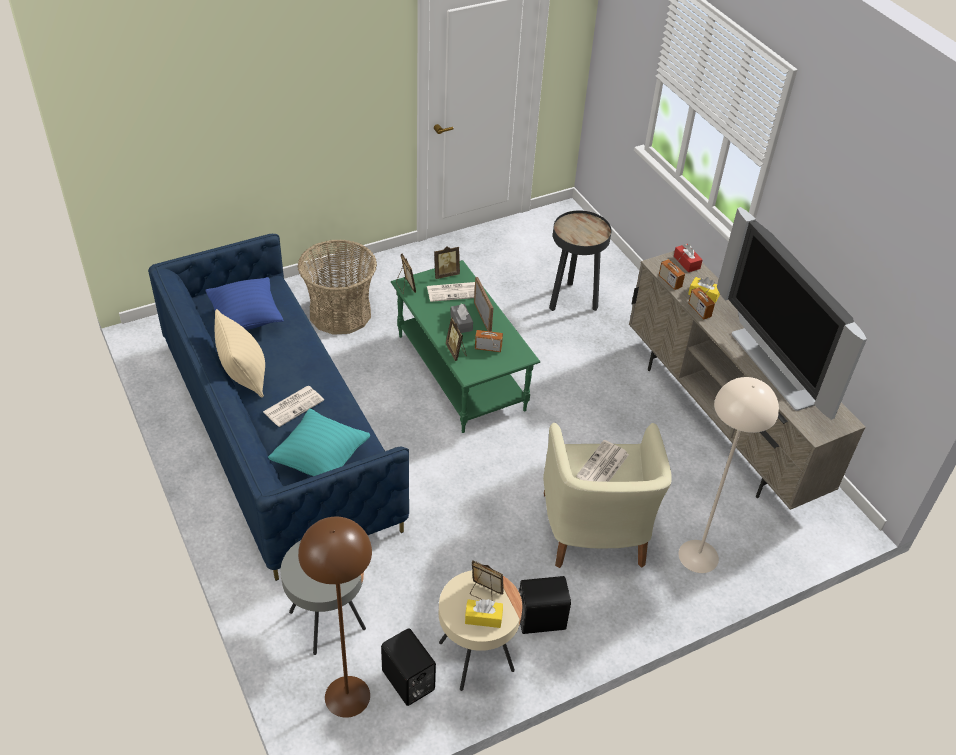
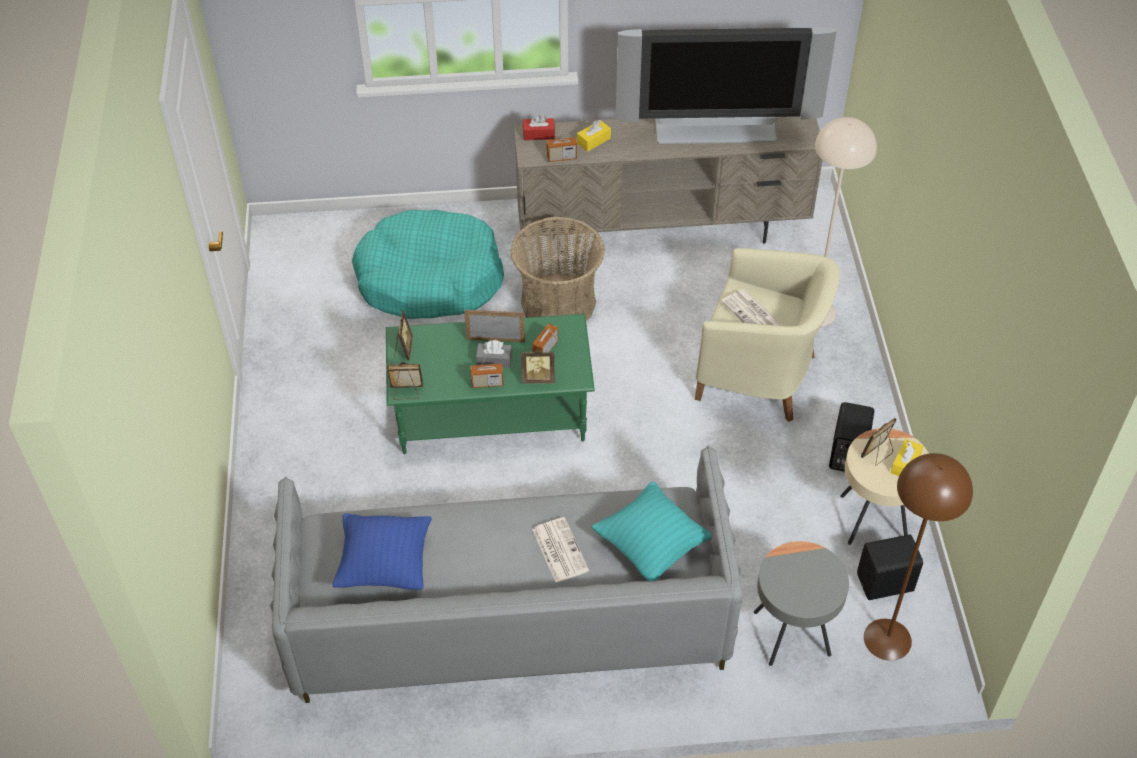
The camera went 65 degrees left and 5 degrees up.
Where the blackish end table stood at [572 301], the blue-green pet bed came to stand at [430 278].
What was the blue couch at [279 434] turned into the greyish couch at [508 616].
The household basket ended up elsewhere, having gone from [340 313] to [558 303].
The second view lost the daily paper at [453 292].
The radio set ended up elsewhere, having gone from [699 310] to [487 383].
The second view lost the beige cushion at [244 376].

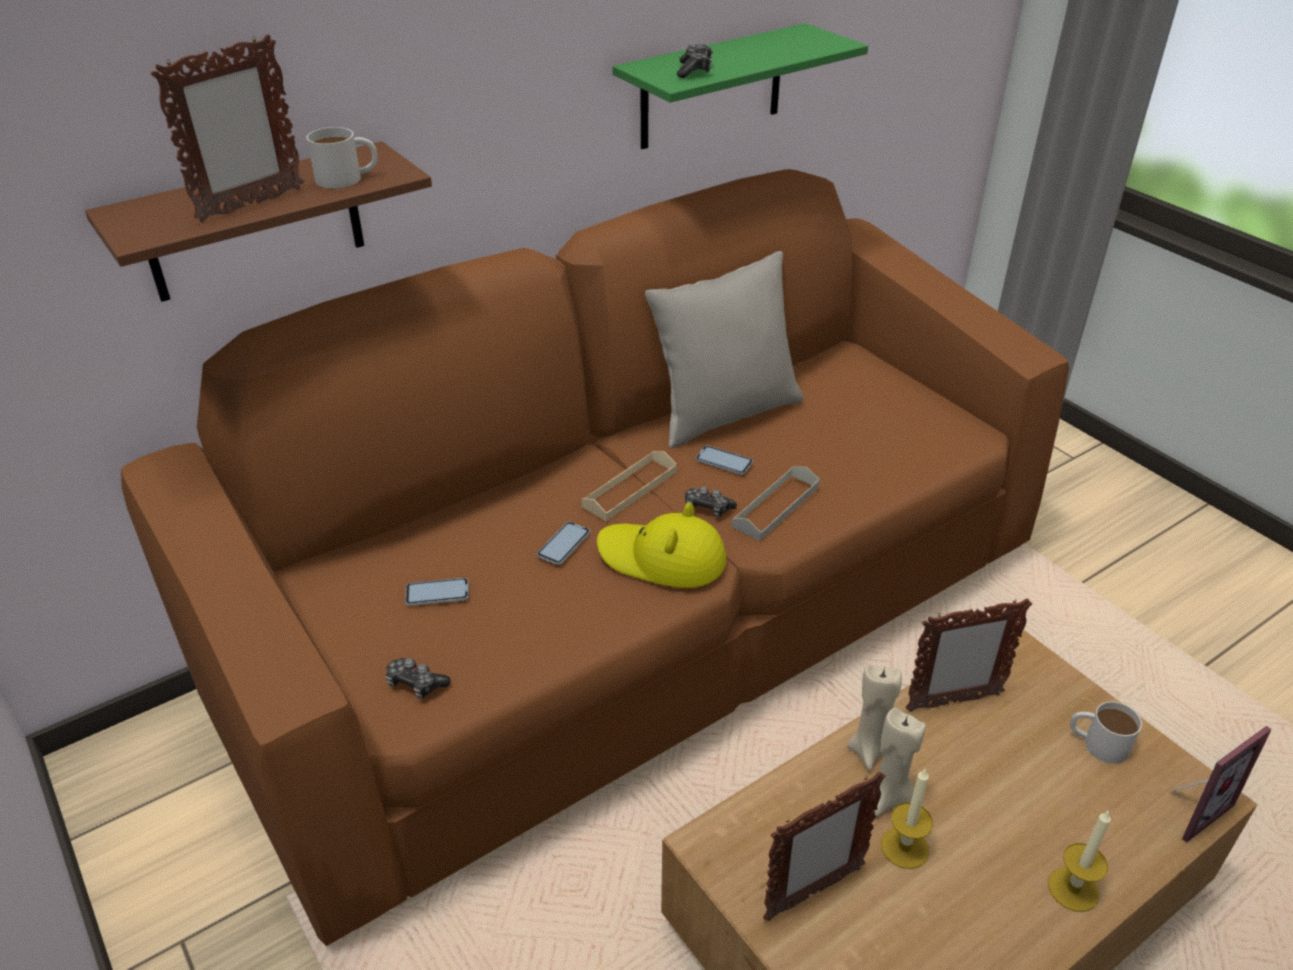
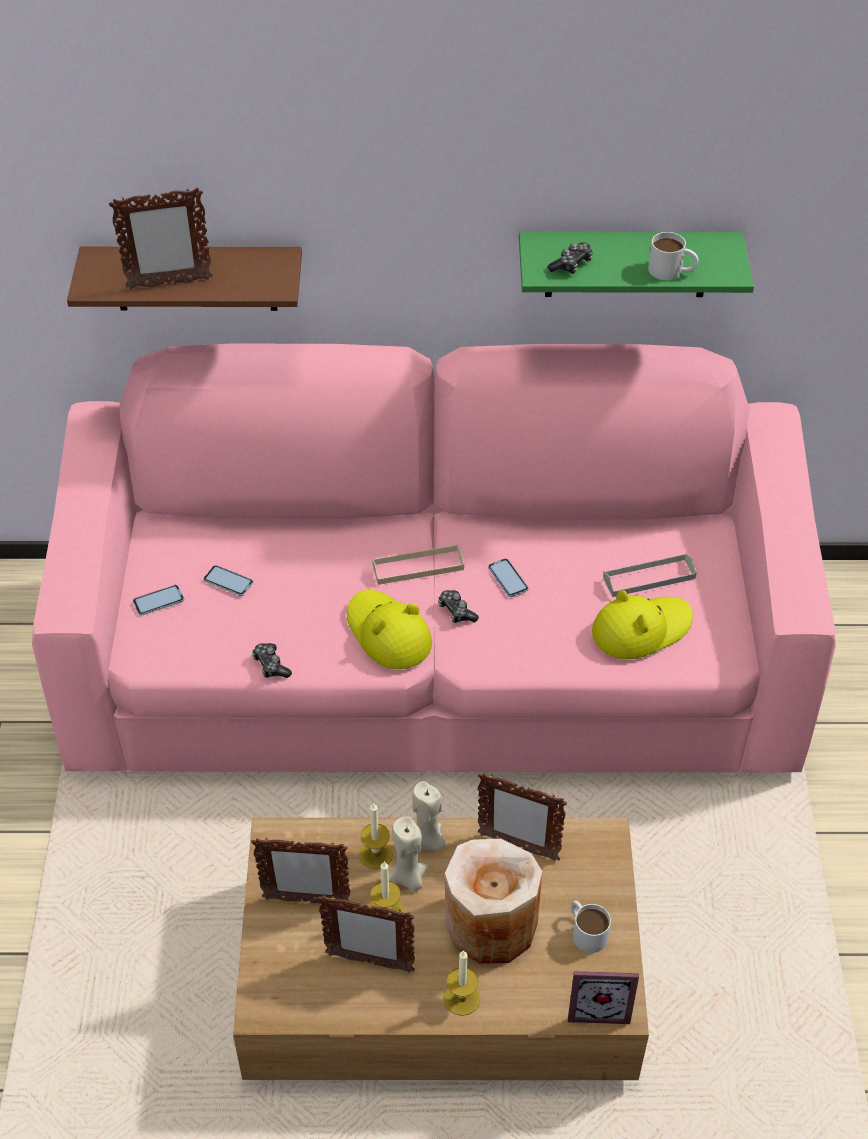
The camera went 35 degrees right and 10 degrees up.
The whitish tea mug ended up elsewhere, having gone from [348 178] to [672 271].
What was the brown couch at [644 619] turned into the pinkish couch at [433 668].
The second view lost the greyish cushion at [724 413].
The greyish tray ended up elsewhere, having gone from [776 506] to [649 578].
The telephone ended up elsewhere, having gone from [564 544] to [158 601].
The gamepad ended up elsewhere, having gone from [416 683] to [271 665].
The second view gained the yellow hat at [640 629].
The second view gained the wax light at [375 854].
The second view gained the beige vase at [490 925].
The second view gained the picture frame at [369 962].

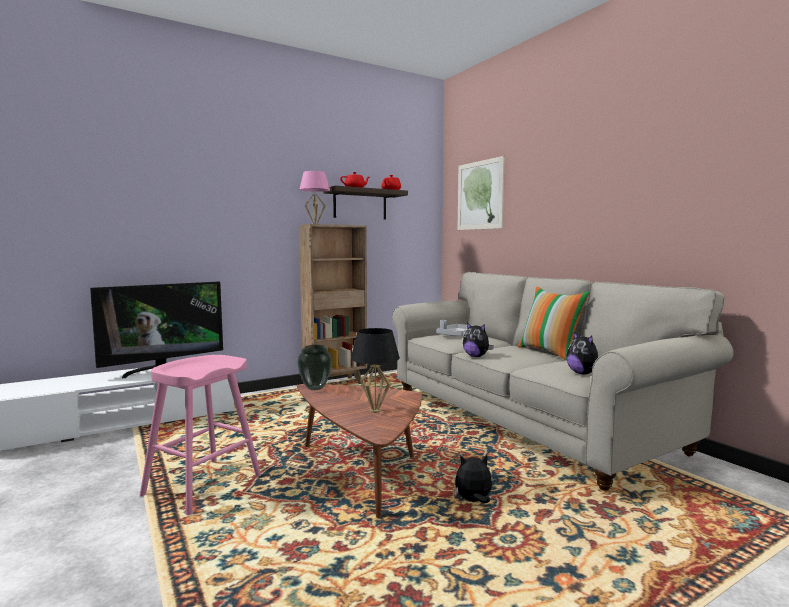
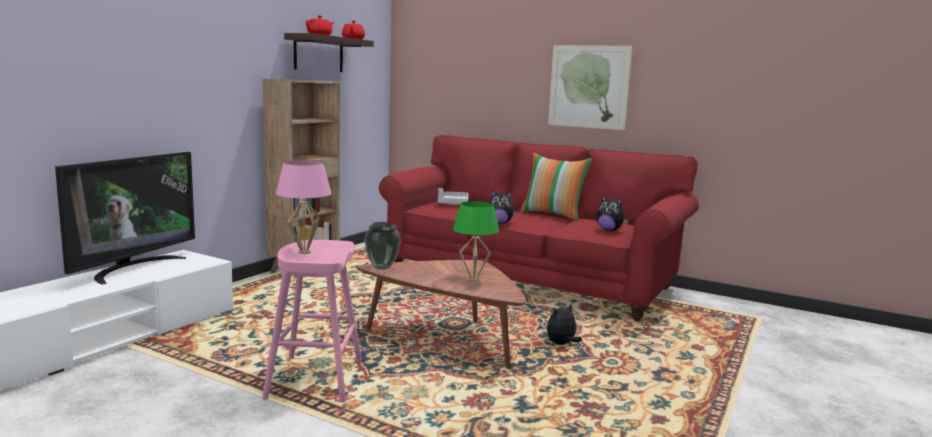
The camera went 30 degrees left and 5 degrees up.
The wall picture ended up elsewhere, having gone from [480 195] to [588 87].
The pinkish lamp for a table ended up elsewhere, having gone from [315 224] to [304 252].
What was the beige couch at [524 420] turned into the red-coloured couch at [529 279].
What was the blackish lamp for a table at [375 411] turned into the green-coloured lamp for a table at [474 279].

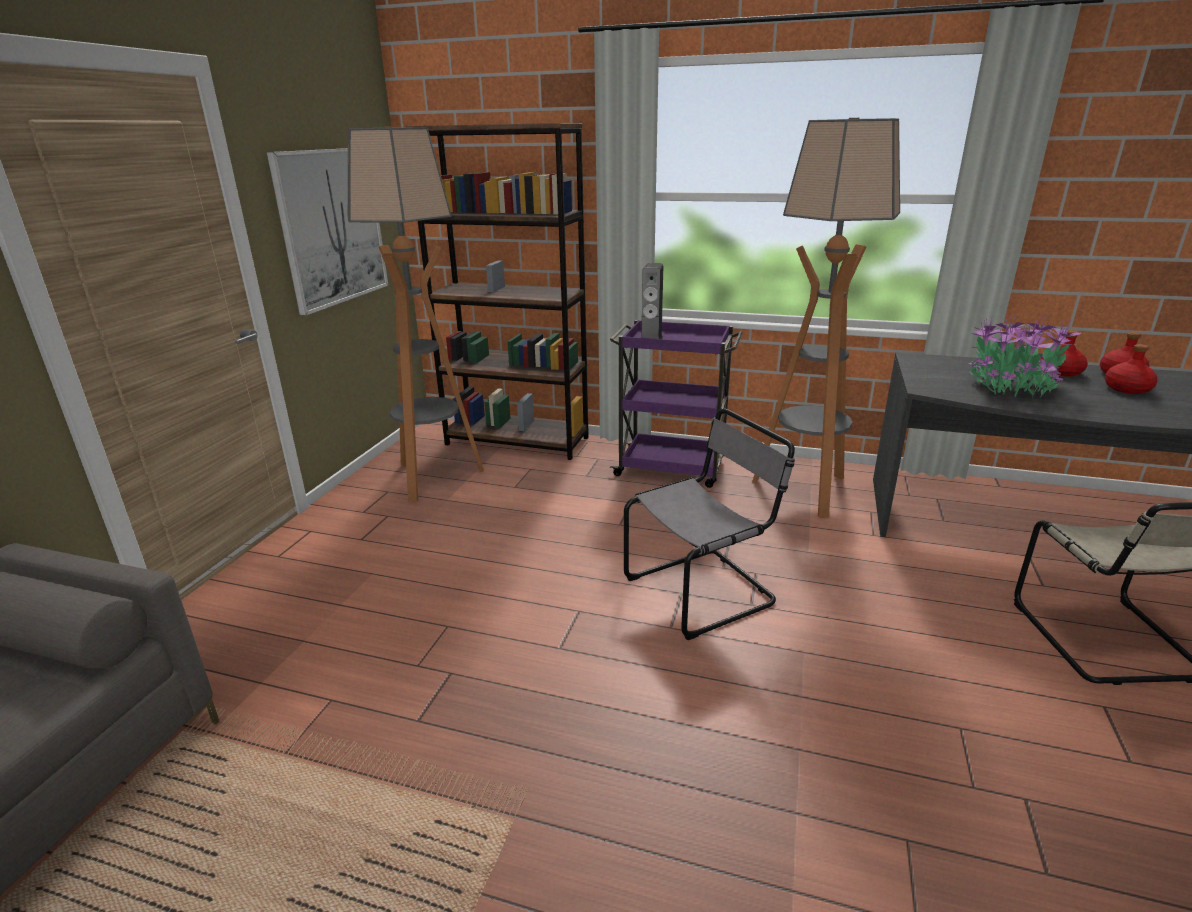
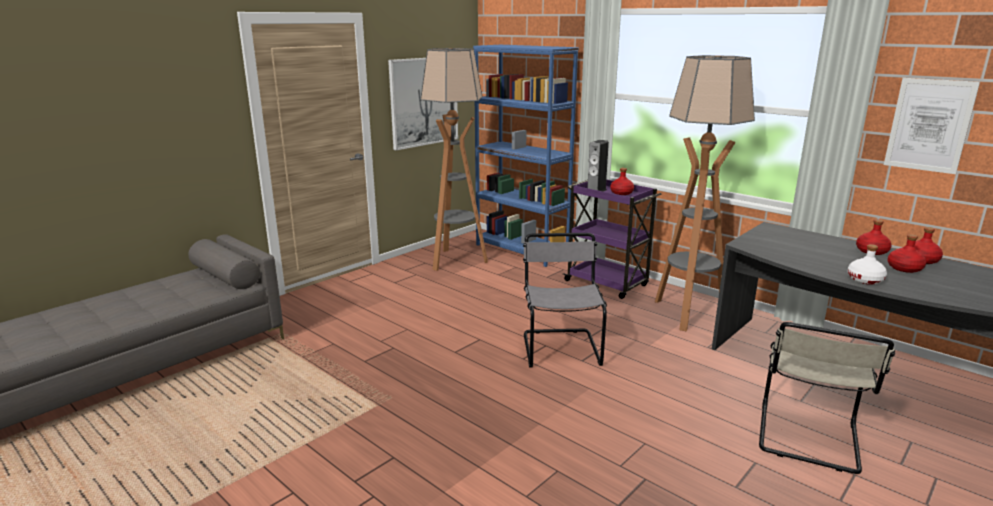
The camera went 25 degrees right and 5 degrees down.
What was the brown bookcase at [517 441] turned into the blue bookcase at [521 250].
The second view lost the plant in a pot at [1011 386].
The greyish upright chair at [704 590] ended up facing another way, 90 degrees counterclockwise from before.
The second view gained the wall picture at [929 125].
The second view gained the red-coloured bottle at [622 193].
The second view gained the whitish bottle at [865 280].

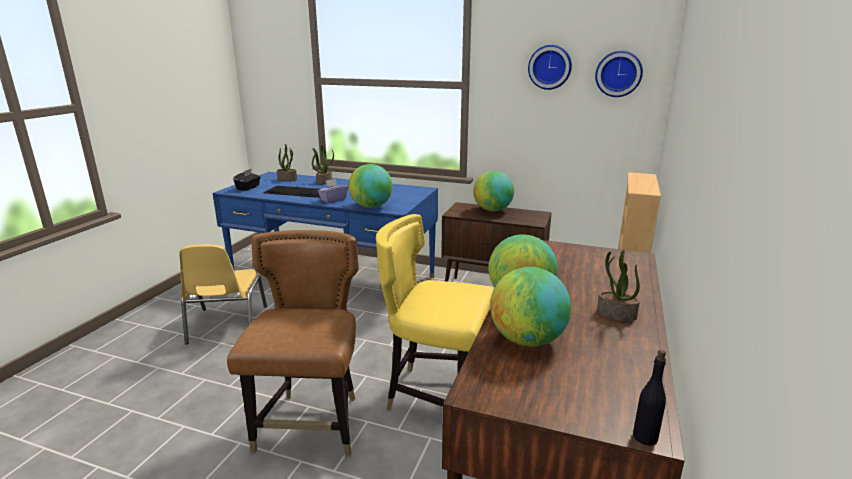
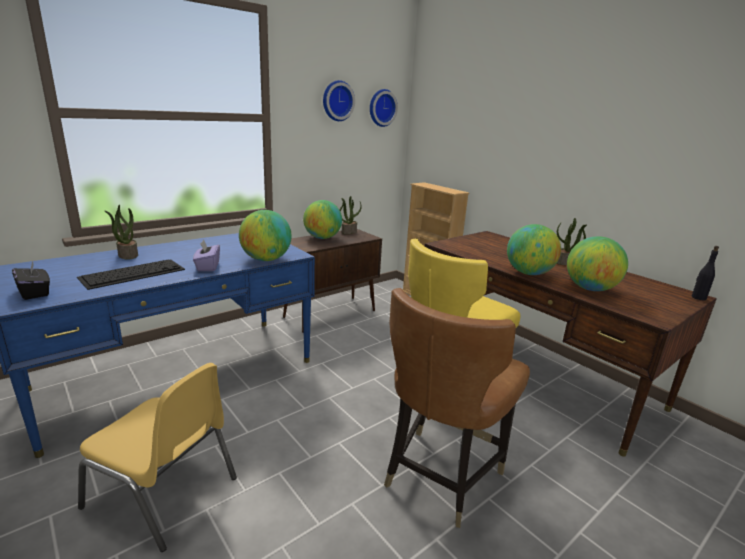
The camera went 60 degrees left and 0 degrees up.
The plant in a pot ended up elsewhere, having gone from [287 179] to [349 232].
The brown upright chair at [311 425] ended up facing another way, 90 degrees counterclockwise from before.

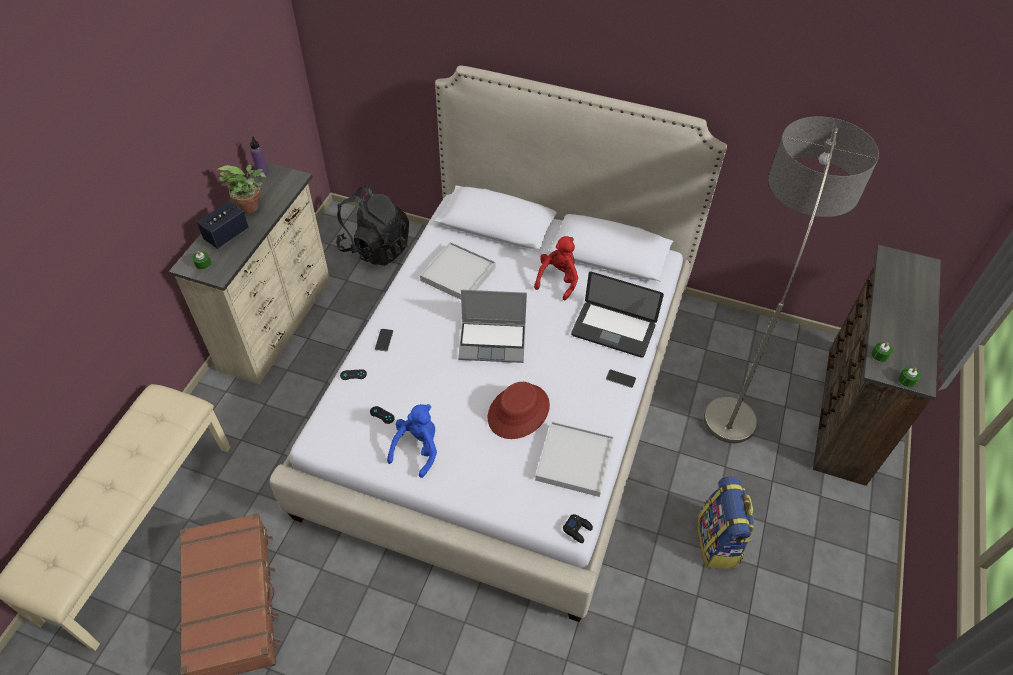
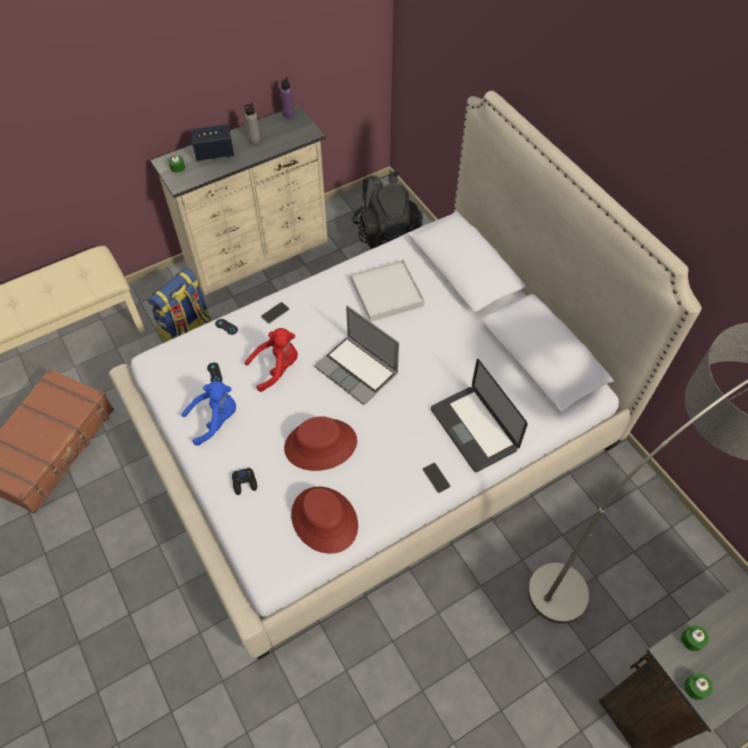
The camera went 40 degrees right and 5 degrees up.
Where the plant in a pot stood at [252 206], the greyish bottle came to stand at [254 139].
The red-coloured plush toy ended up elsewhere, having gone from [558 280] to [277 368].
Where the whitish tray stood at [574 461], the red-coloured hat came to stand at [324 520].
The backpack ended up elsewhere, having gone from [718 542] to [187 330].
The blackish gamepad ended up elsewhere, having gone from [577 529] to [245 483].

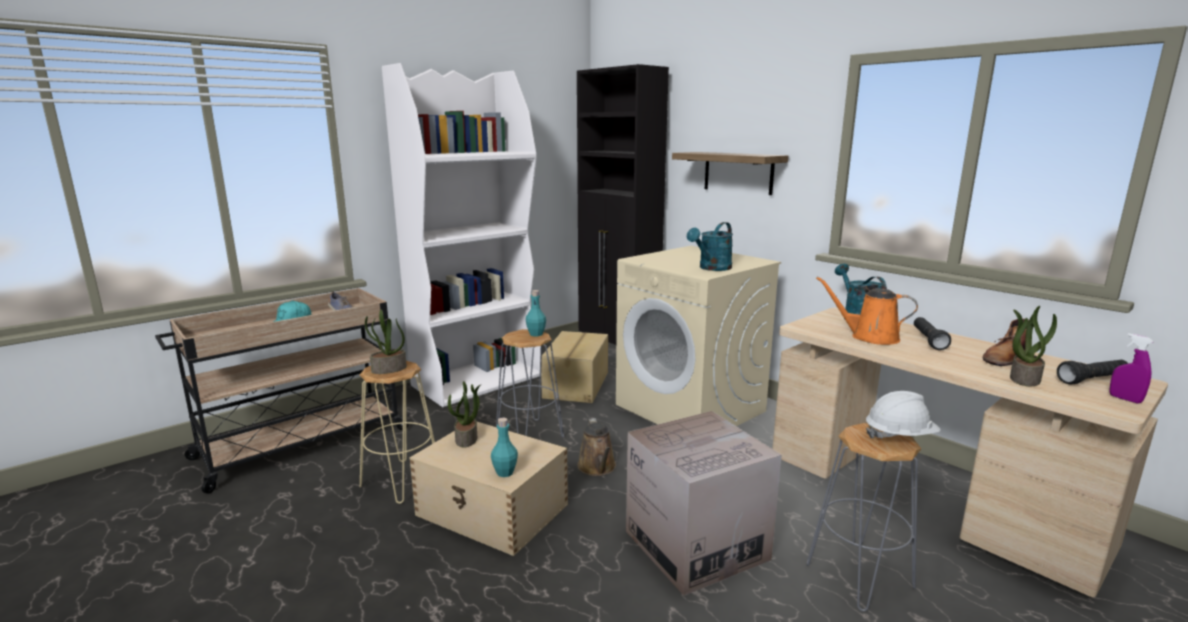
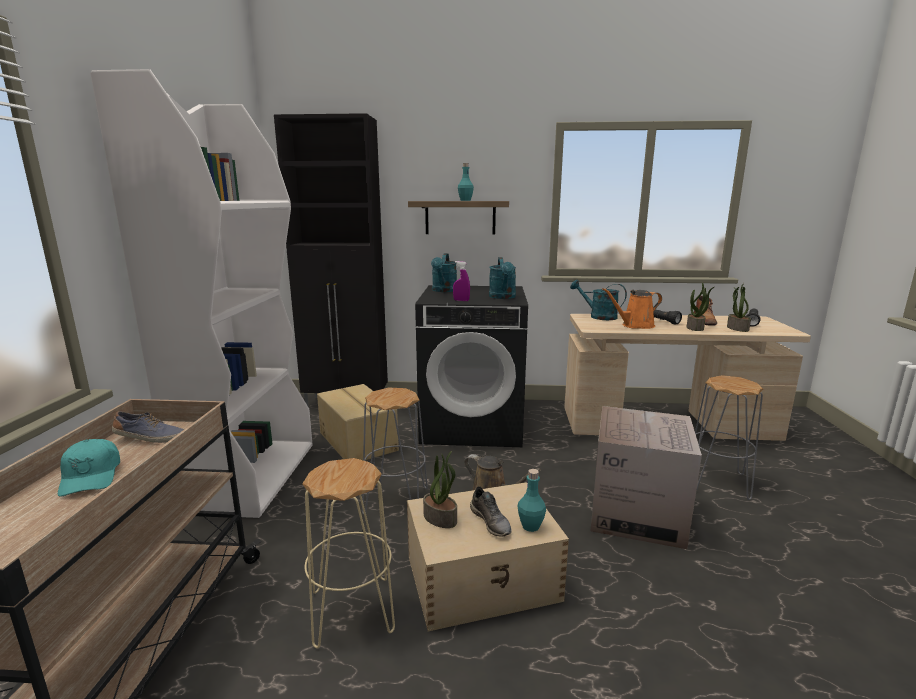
The camera went 45 degrees left and 0 degrees up.
What was the beige washing machine at [691 408] turned into the blackish washing machine at [473 424].
The blue-green bottle ended up elsewhere, having gone from [536 334] to [465 200].
The plant in a pot ended up elsewhere, having gone from [388 369] to [695 328].
The purplish spray bottle ended up elsewhere, having gone from [1125 399] to [461 300].
The second view lost the whitish work helmet at [899 436].
The second view gained the blue-green watering can at [443 290].
The second view gained the greyish shoe at [491 521].

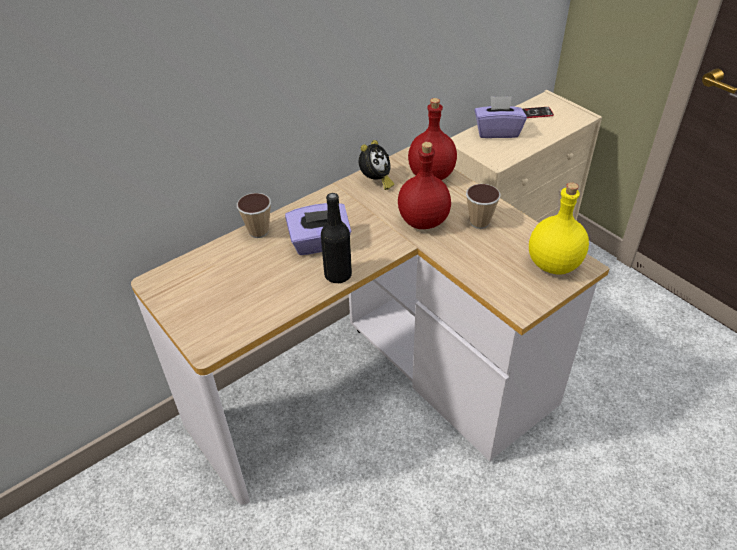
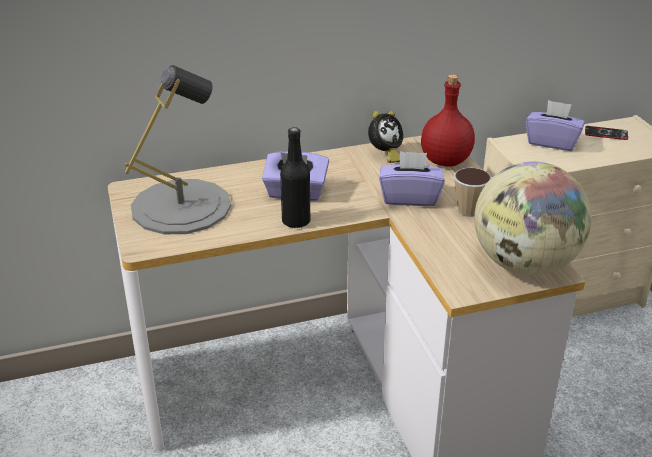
The camera went 20 degrees right and 10 degrees down.
Where the red-coloured bottle stood at [423 222], the purplish tissue box came to stand at [410 197].
Where the yellow bottle stood at [554 265], the globe came to stand at [524 264].
The second view lost the cup at [258 231].
The second view gained the greyish lamp for a table at [181 206].

